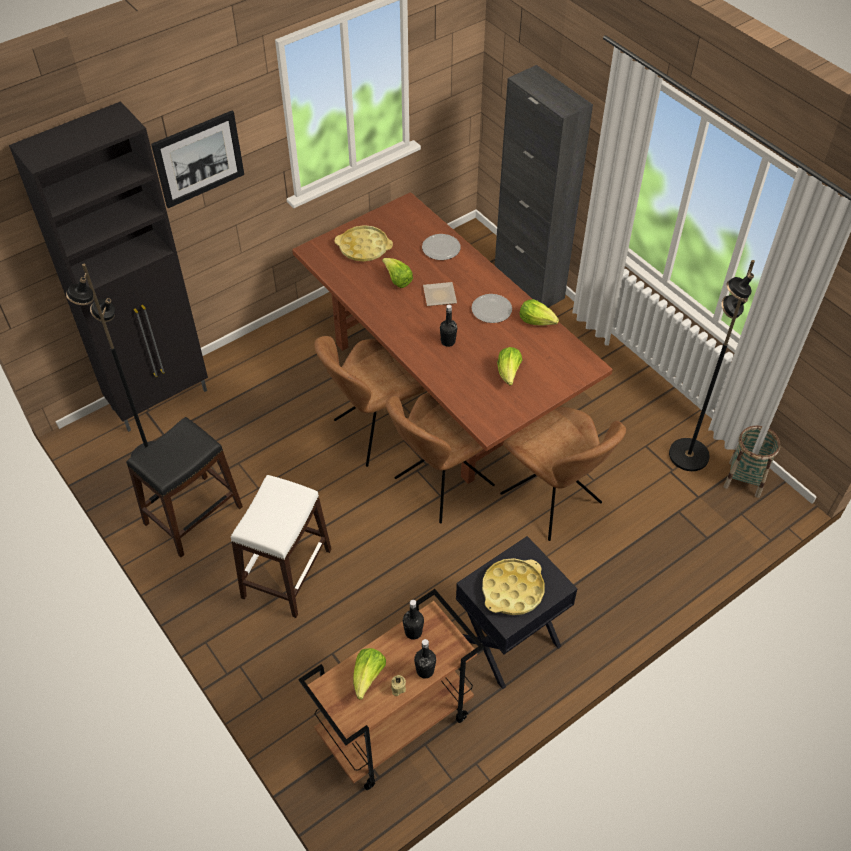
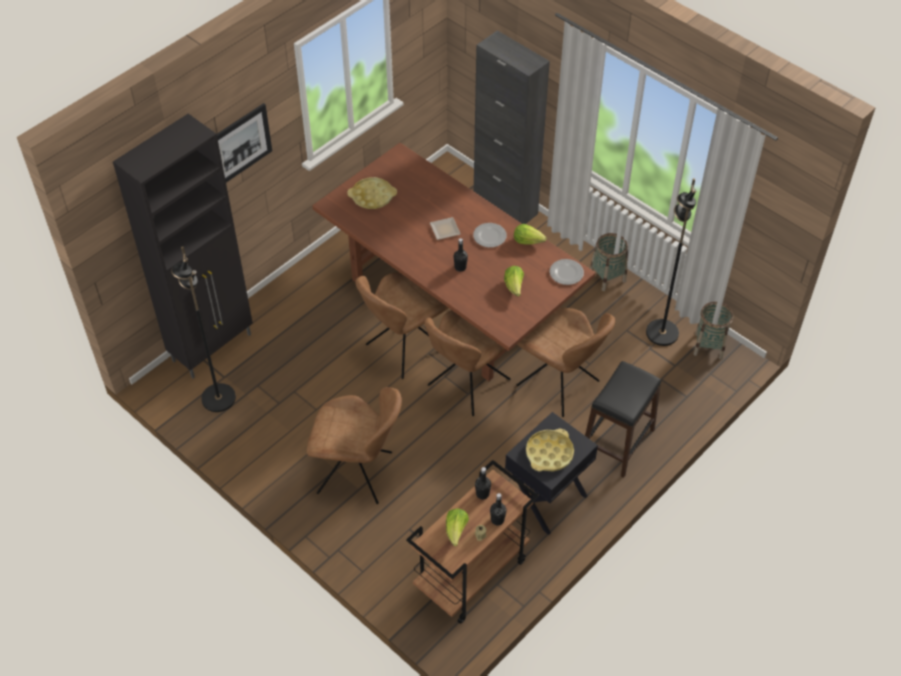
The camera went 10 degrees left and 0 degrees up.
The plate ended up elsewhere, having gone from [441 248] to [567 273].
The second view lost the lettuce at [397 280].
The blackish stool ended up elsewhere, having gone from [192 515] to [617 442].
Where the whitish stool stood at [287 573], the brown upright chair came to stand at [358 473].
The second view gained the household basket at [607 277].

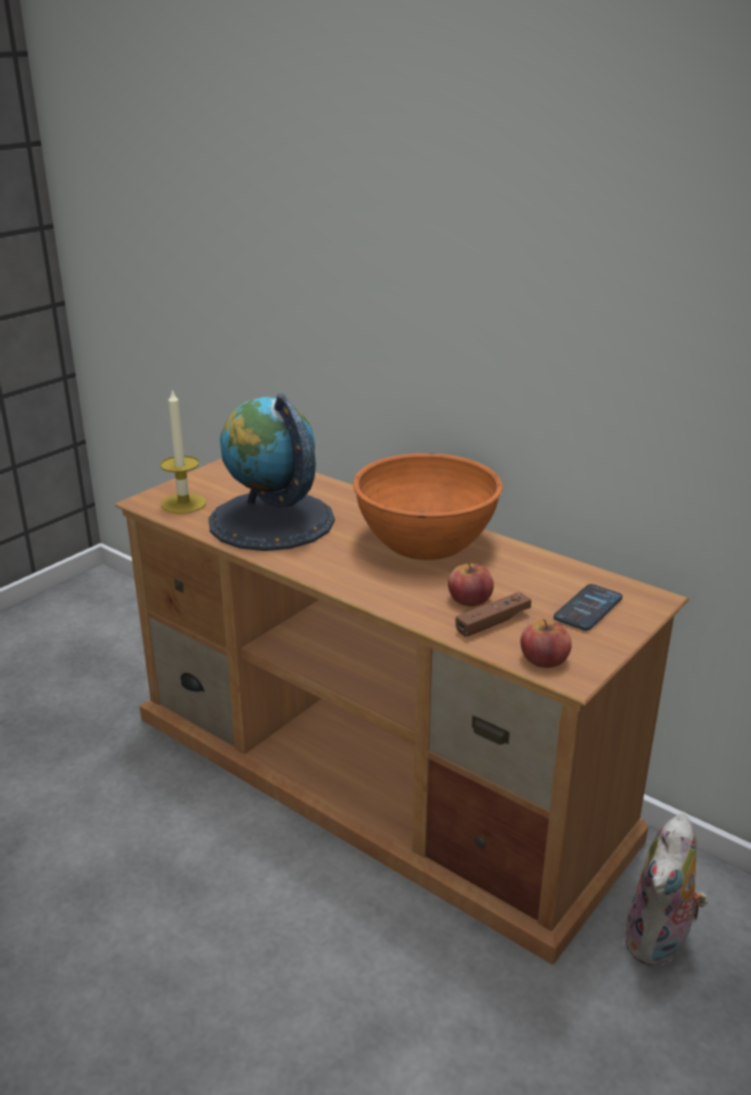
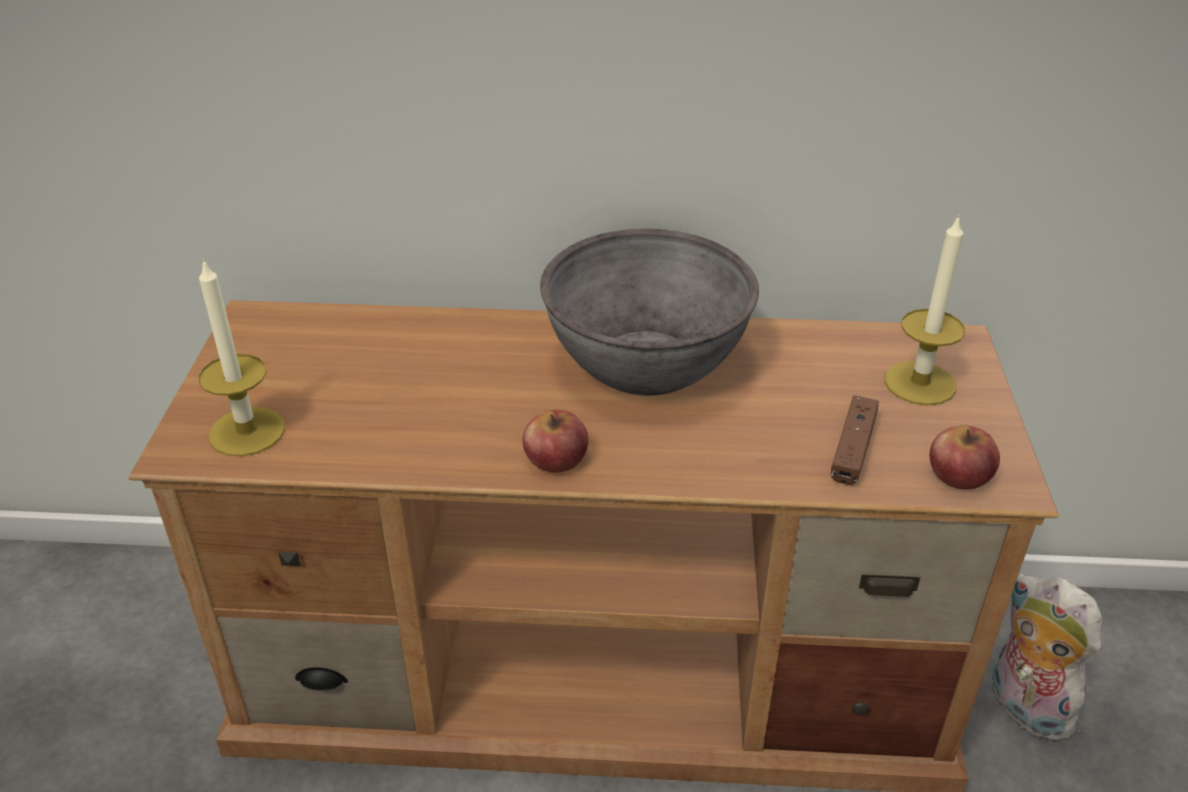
The camera went 35 degrees left and 10 degrees up.
The second view lost the globe at [271 521].
What was the orange deep dish at [425 542] turned into the greyish deep dish at [646 362].
The apple ended up elsewhere, having gone from [469 599] to [556 458].
Where the telephone stood at [588 608], the wax light came to stand at [920 383].
The plush toy at [659 942] ended up facing another way, 150 degrees clockwise from before.

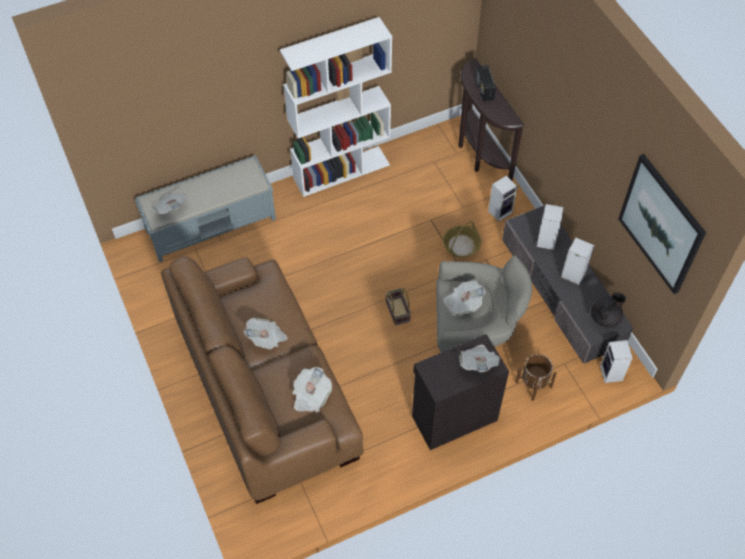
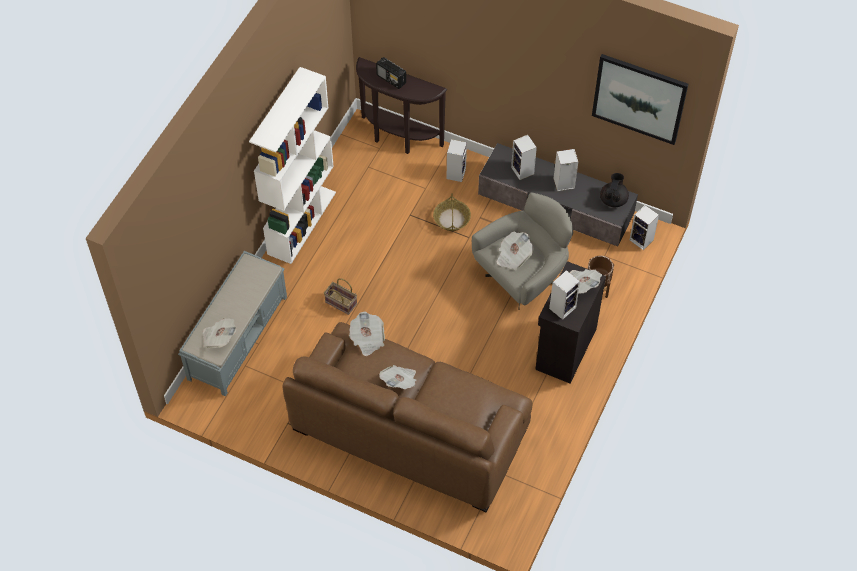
The camera went 40 degrees left and 0 degrees up.
The household basket ended up elsewhere, having gone from [396 311] to [340 303].
The daily paper ended up elsewhere, having gone from [311 396] to [367 339].
The second view gained the loudspeaker at [563 307].

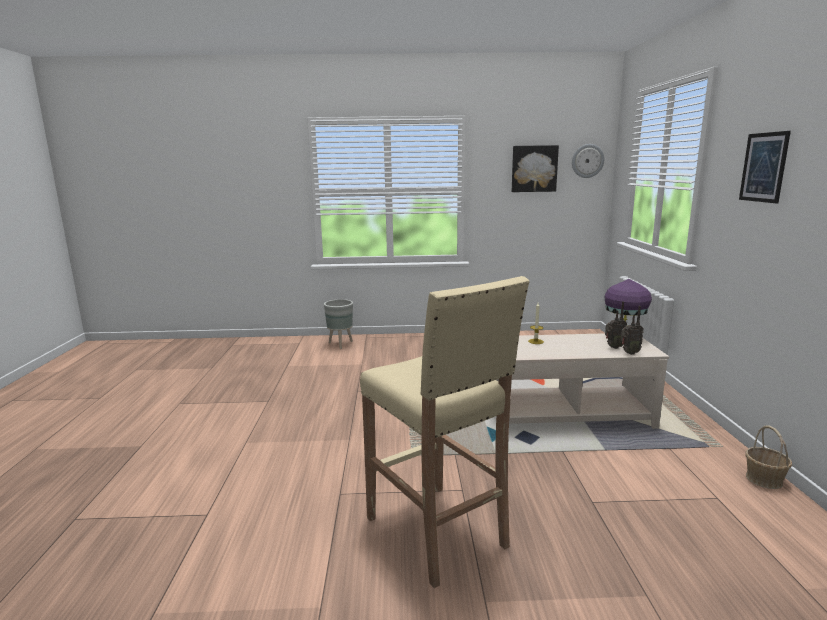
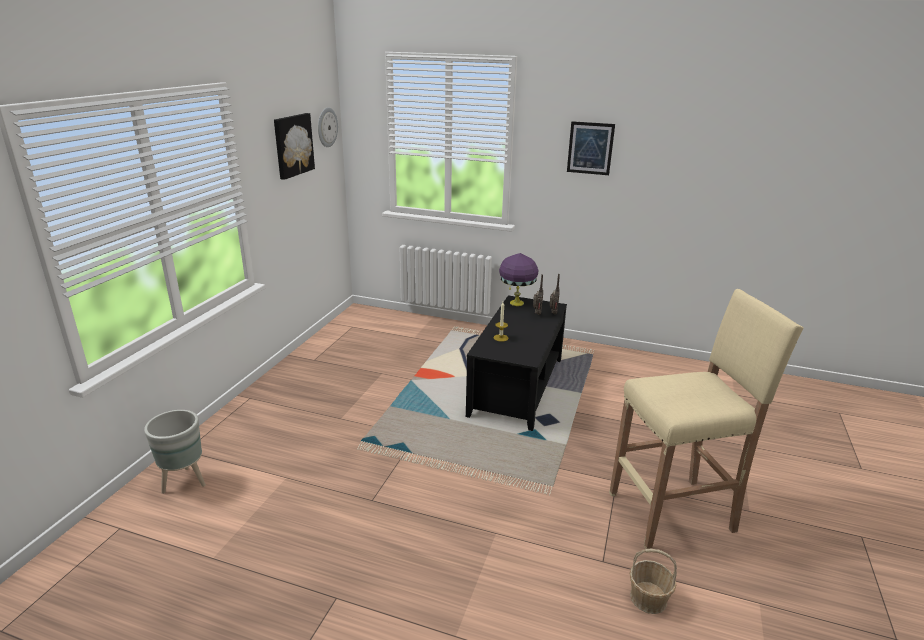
The camera went 70 degrees left and 10 degrees up.
What was the beige lounge table at [568 414] turned into the blackish lounge table at [517 386].
The household basket ended up elsewhere, having gone from [764 479] to [648 598].

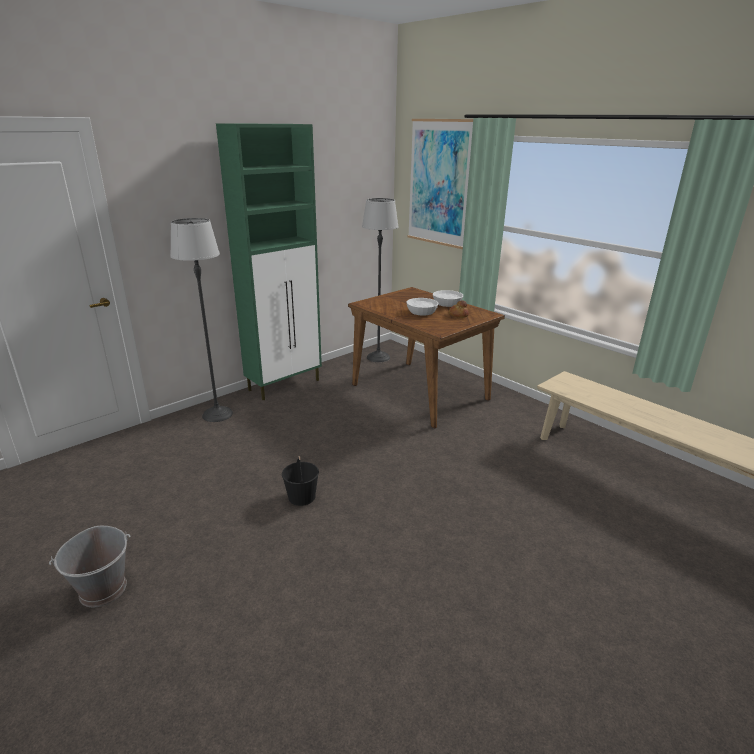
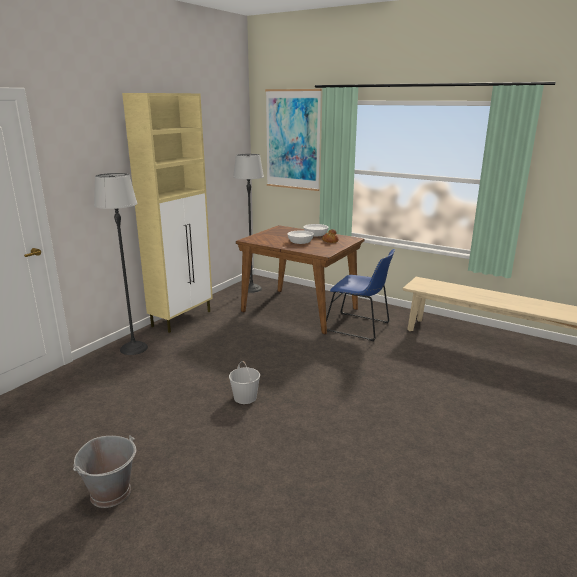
The camera went 15 degrees left and 5 degrees down.
What was the green-coloured storage cabinet at [285 385] turned into the beige storage cabinet at [182 318].
What was the blackish pail at [301 496] turned into the whitish pail at [245 397].
The second view gained the blue upright chair at [359 327].

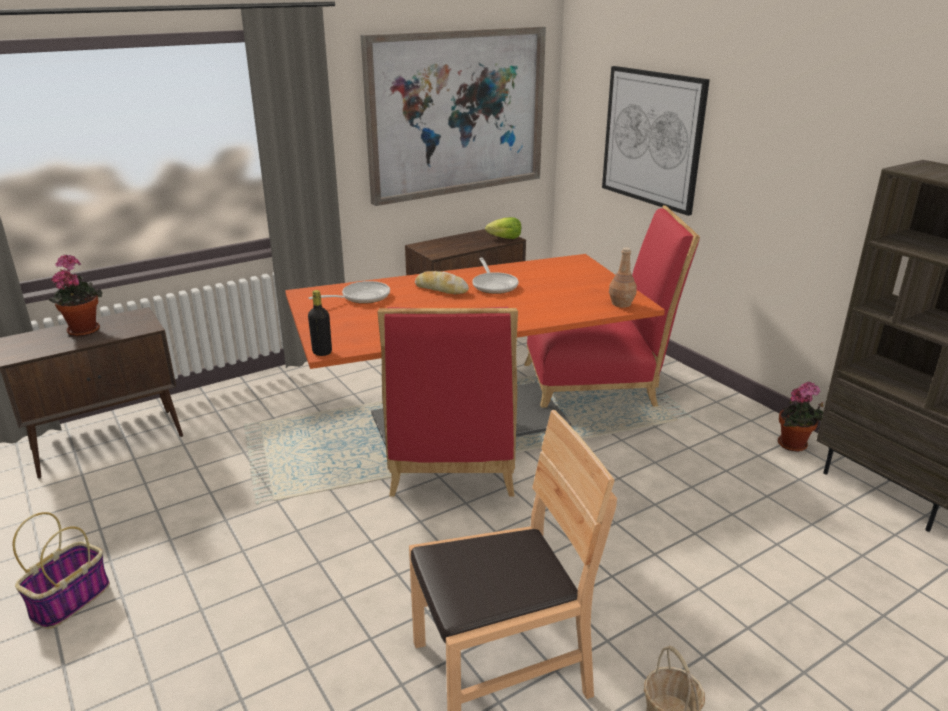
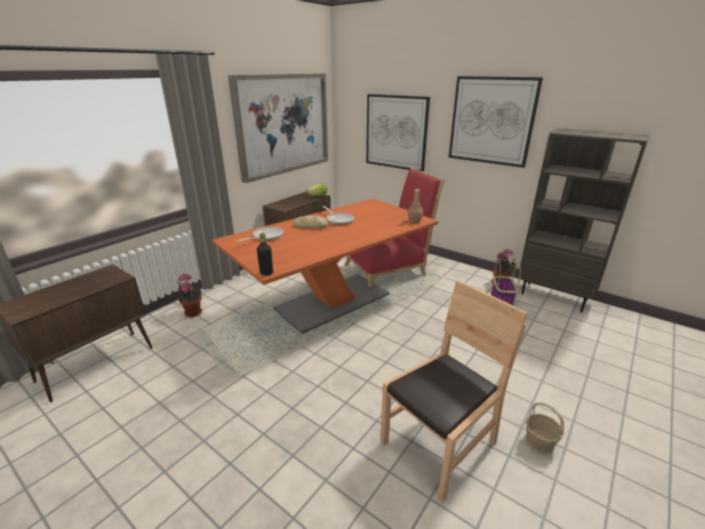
The camera went 20 degrees left and 0 degrees up.
The plant in a pot ended up elsewhere, having gone from [83 329] to [192 312].
The second view lost the red-coloured upright chair at [452 462].
The household basket ended up elsewhere, having gone from [70 600] to [501 299].
The second view gained the wall picture at [491 121].

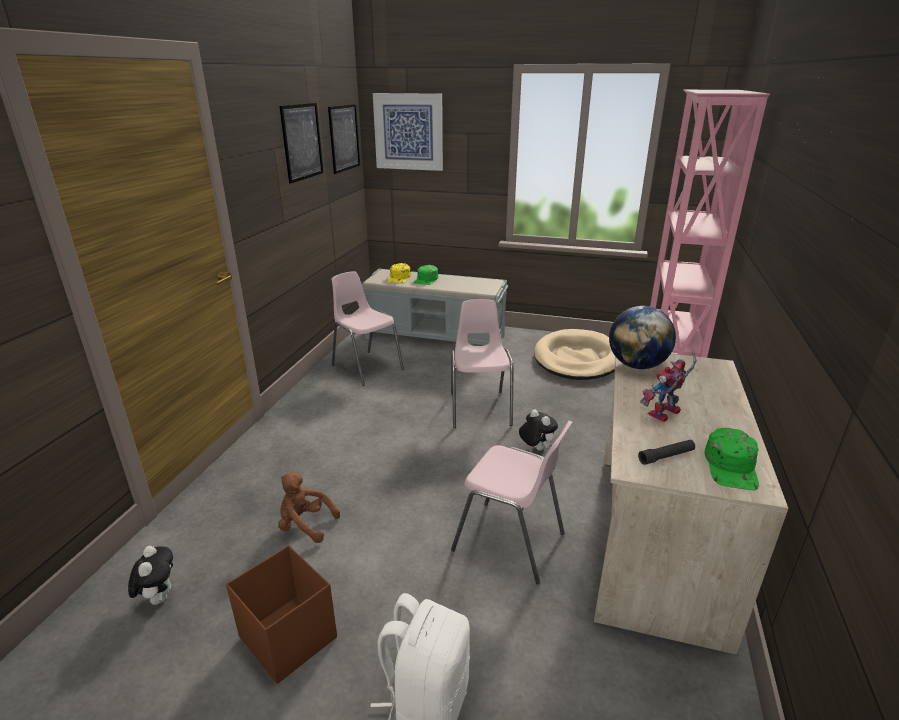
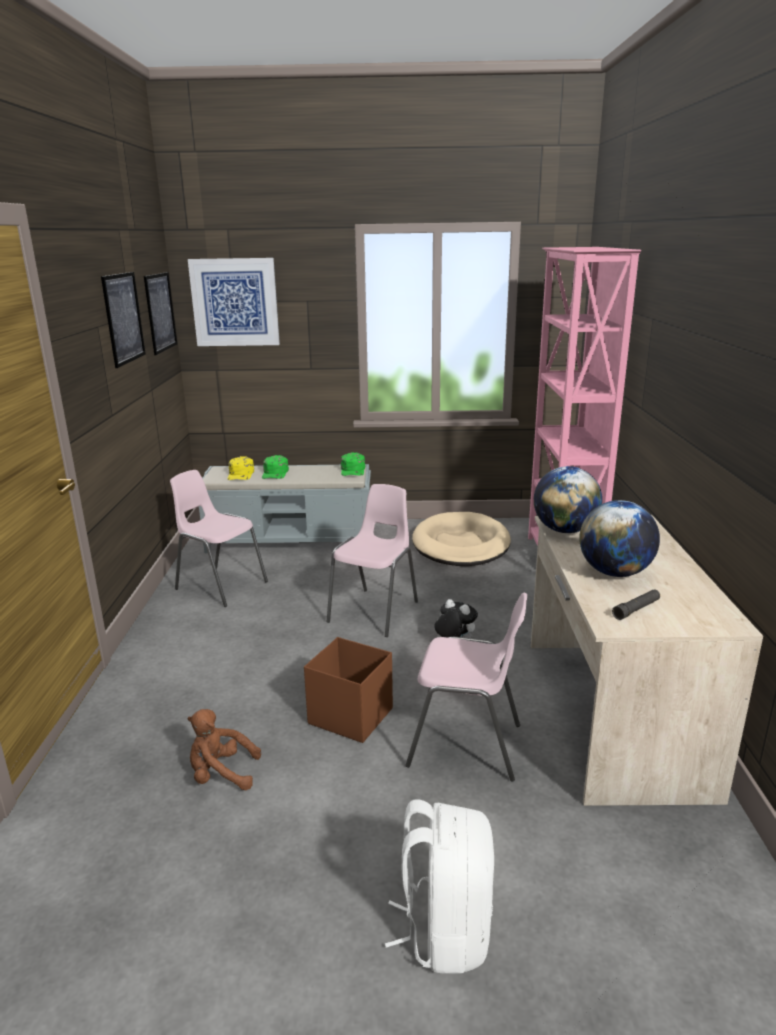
The camera went 15 degrees left and 5 degrees down.
The pinkish upright chair at [479 408] ended up facing another way, 45 degrees clockwise from before.
Where the toy robot stood at [664 415], the globe came to stand at [615 573].
The green-coloured baseball cap ended up elsewhere, having gone from [731 467] to [353 470].
The brown storage box ended up elsewhere, having gone from [288 636] to [350 715].
The second view lost the plush toy at [159 597].

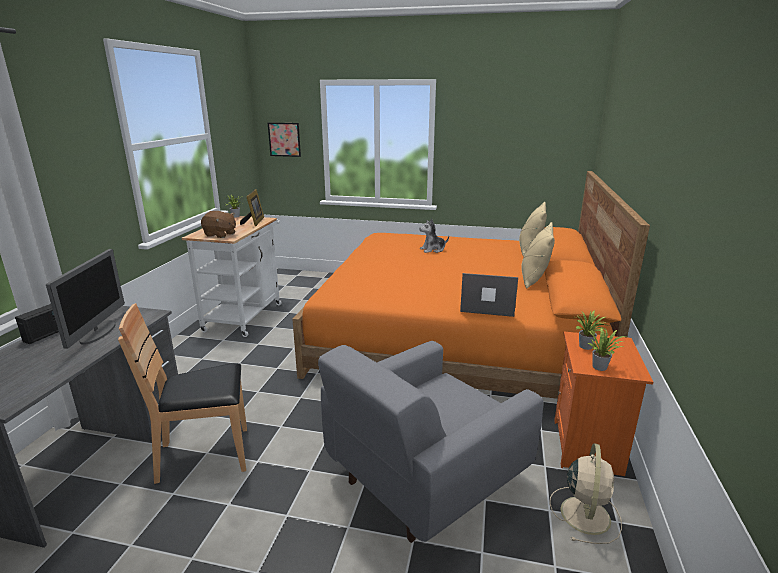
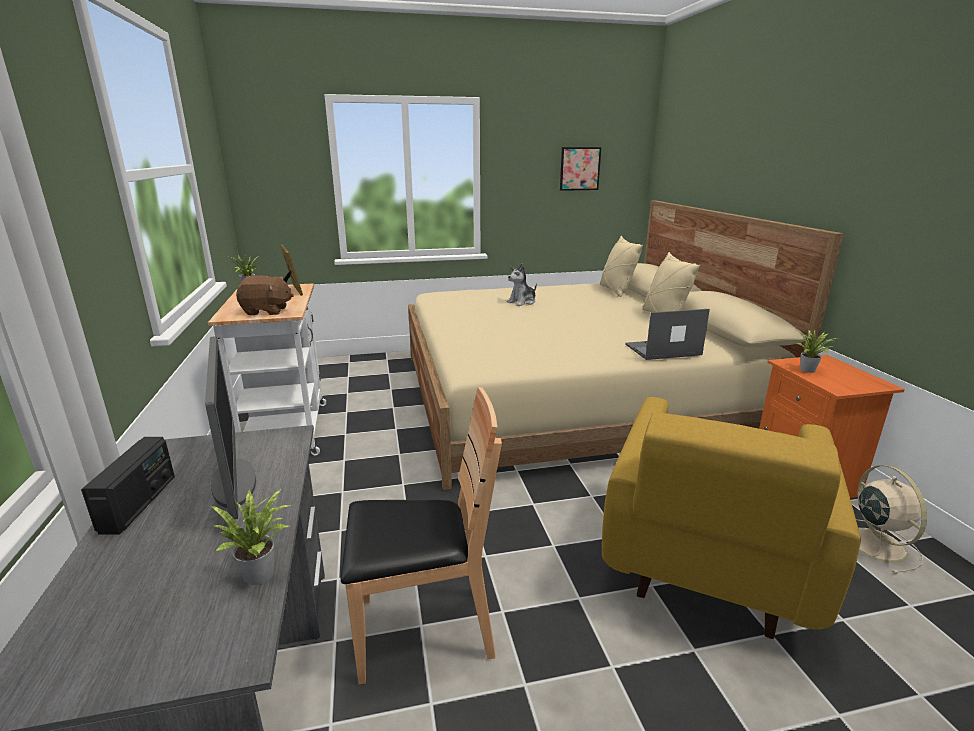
The camera went 25 degrees left and 0 degrees up.
The wall picture ended up elsewhere, having gone from [284 139] to [580 168].
What was the orange sleeping bed at [457 332] turned into the beige sleeping bed at [570 395].
The brown upright chair at [205 455] ended up facing another way, 150 degrees counterclockwise from before.
The plant in a pot ended up elsewhere, having gone from [601 367] to [263 572].
What was the greyish armchair at [423 479] turned into the yellow armchair at [707 562].

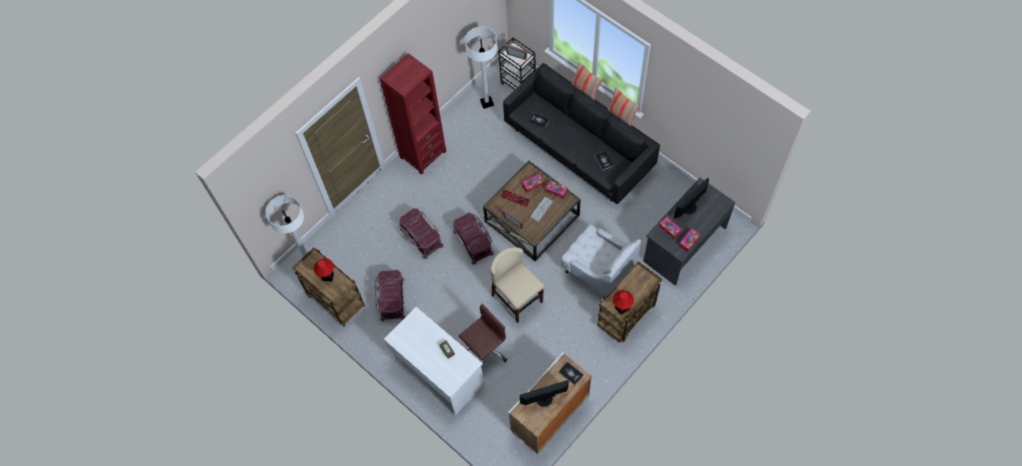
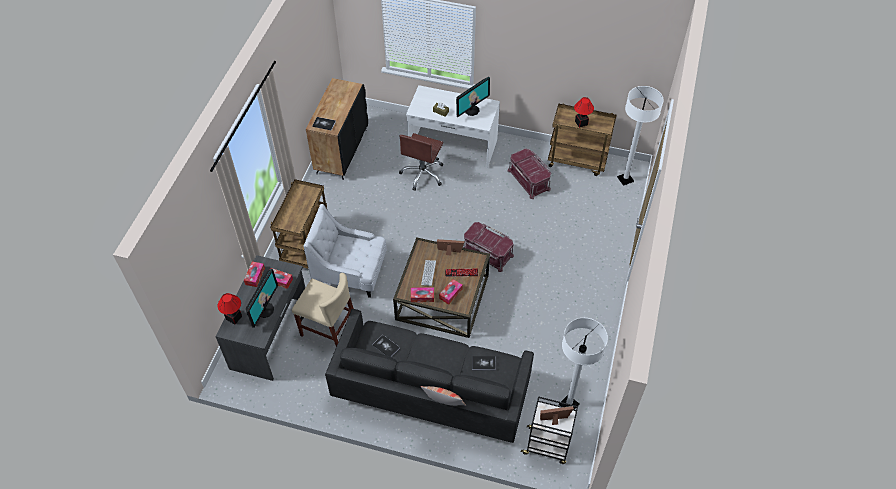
The camera went 150 degrees right and 10 degrees down.
The second view lost the red-coloured bookcase at [423 154].
The second view lost the cushion at [621 116].
The second view lost the red-coloured storage box at [421 237].
The beige upright chair ended up elsewhere, having gone from [517 298] to [328 328].
The lamp for a table ended up elsewhere, having gone from [621 308] to [234 318].
What was the whitish storage cabinet at [549 415] turned into the blackish storage cabinet at [341 151].
The computer display ended up elsewhere, having gone from [544 399] to [472 110].

